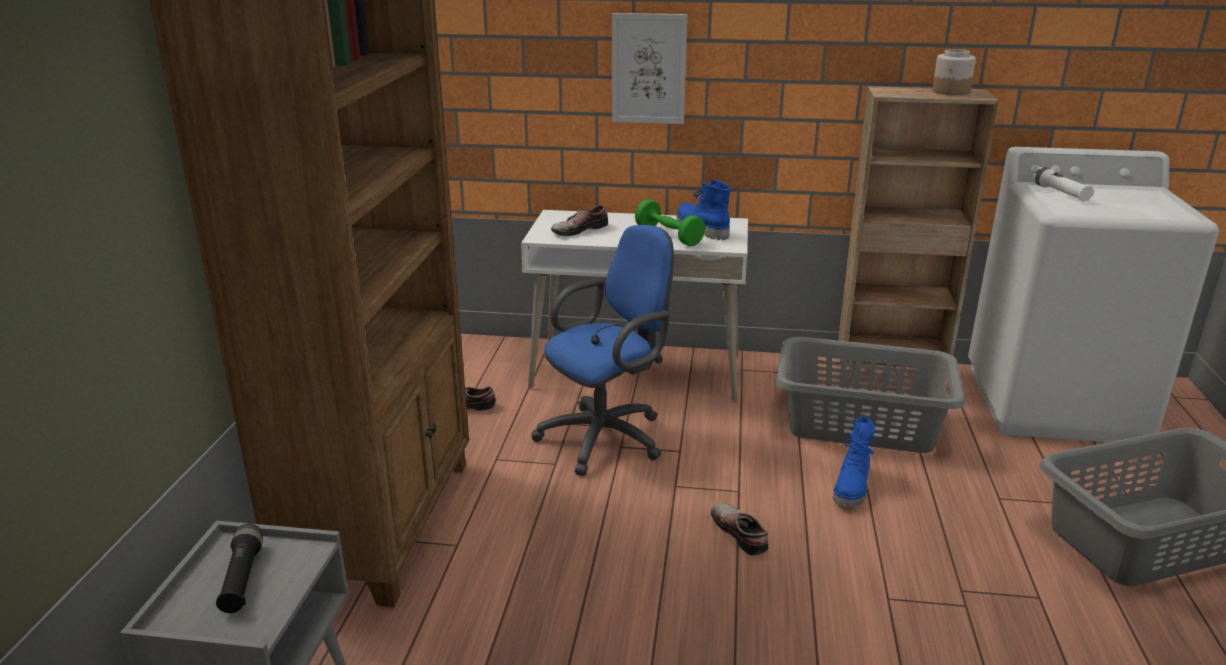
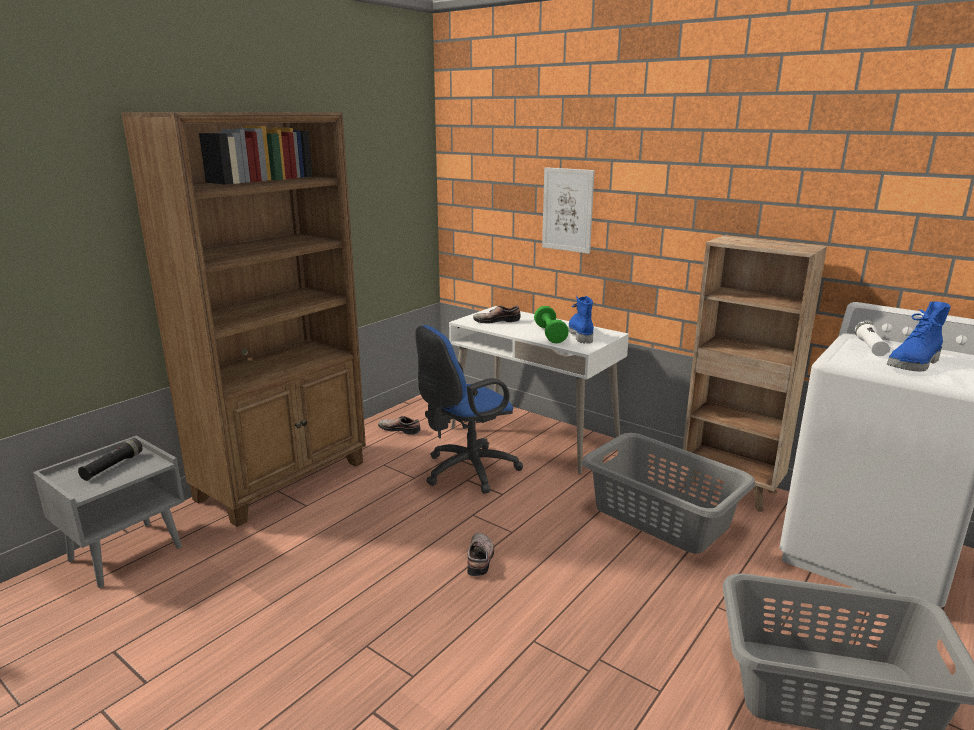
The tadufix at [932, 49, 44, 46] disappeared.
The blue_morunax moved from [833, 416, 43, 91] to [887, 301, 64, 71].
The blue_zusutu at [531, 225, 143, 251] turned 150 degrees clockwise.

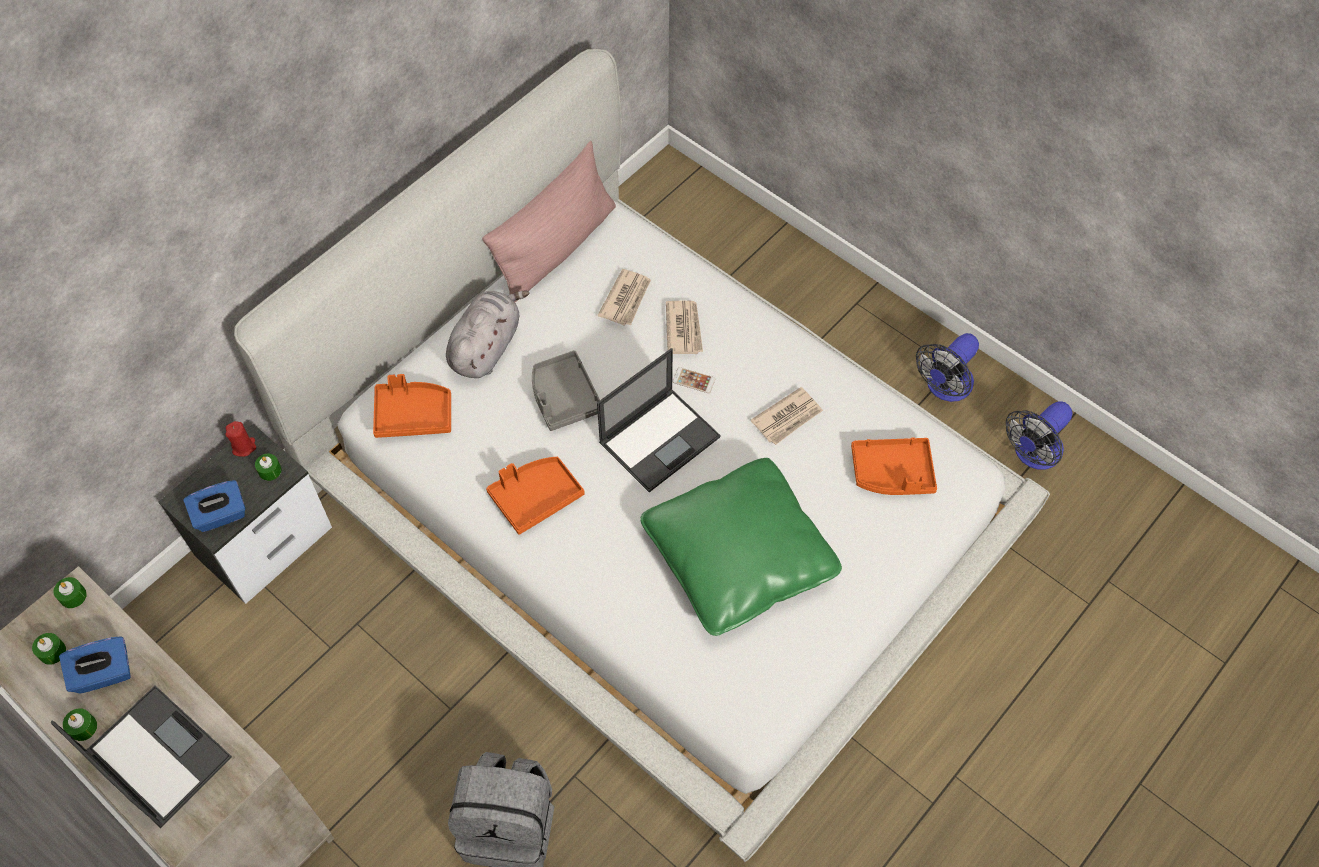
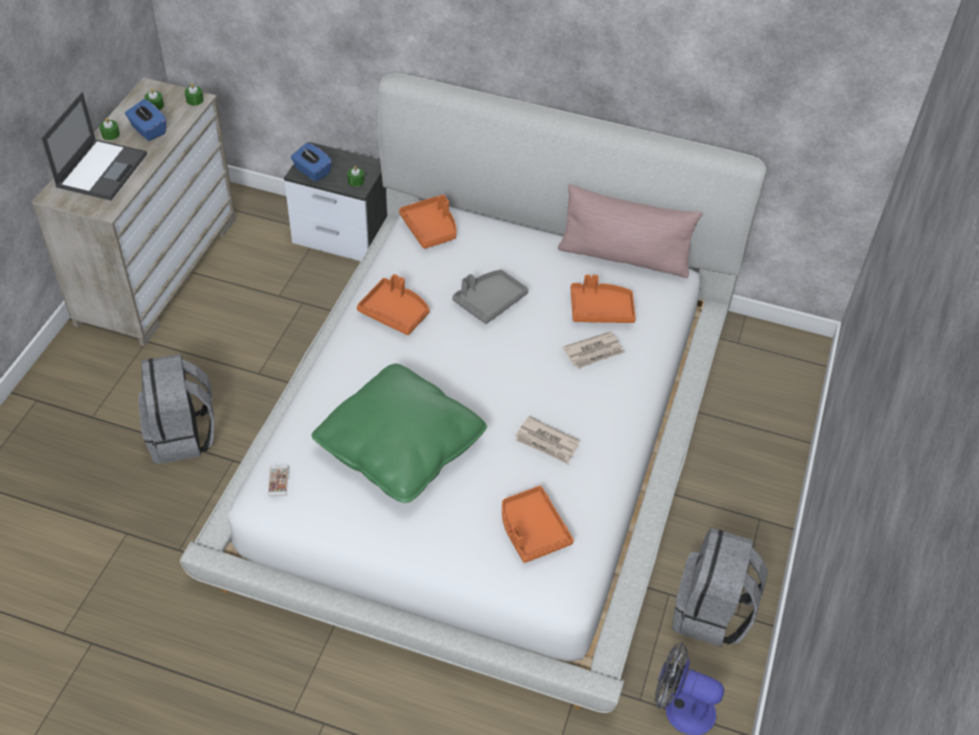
The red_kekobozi at [225, 421, 31, 36] disappeared.
The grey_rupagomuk at [446, 290, 84, 88] disappeared.
The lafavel at [597, 348, 123, 144] disappeared.
The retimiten moved from [672, 367, 43, 26] to [268, 465, 21, 31].
The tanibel at [598, 269, 53, 56] was replaced by the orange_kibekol at [570, 275, 66, 48].
The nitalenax at [916, 333, 63, 69] was replaced by the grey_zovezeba at [672, 528, 96, 119].

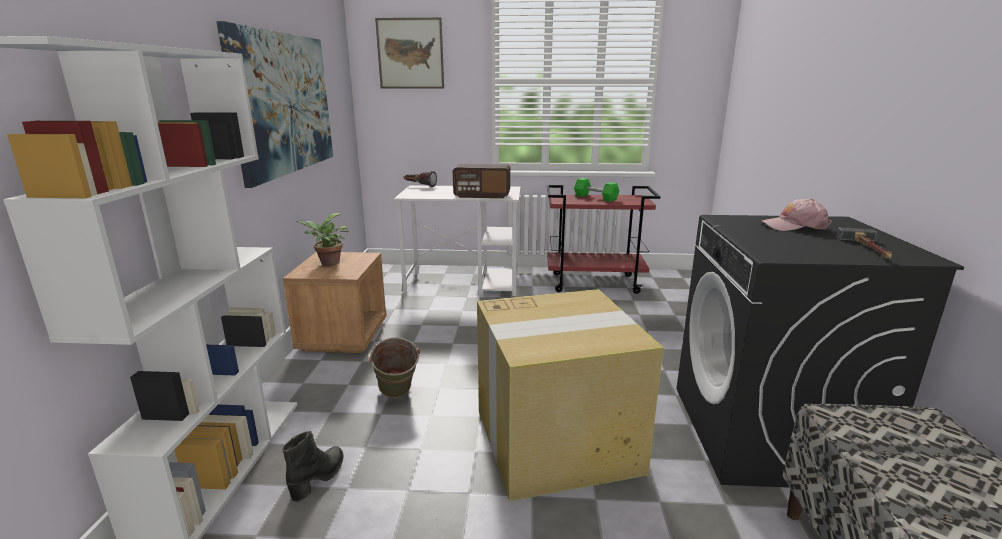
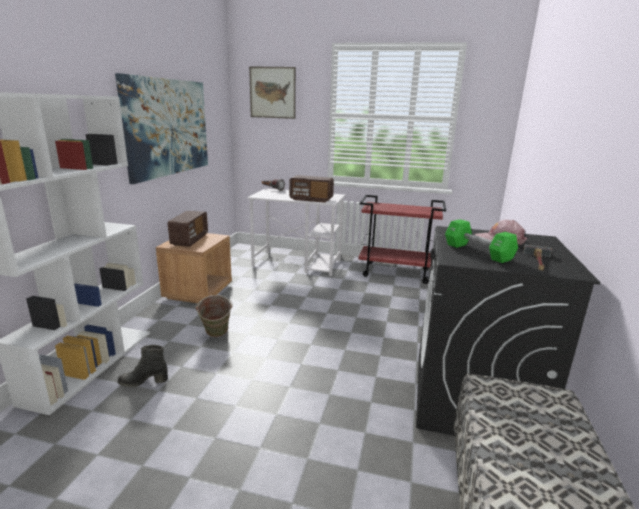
The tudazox at [477, 289, 187, 212] disappeared.
The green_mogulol moved from [574, 178, 45, 24] to [445, 219, 73, 44].
The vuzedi at [296, 213, 53, 53] was replaced by the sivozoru at [168, 211, 40, 35].
The black_morunax at [282, 431, 61, 71] turned 135 degrees counterclockwise.

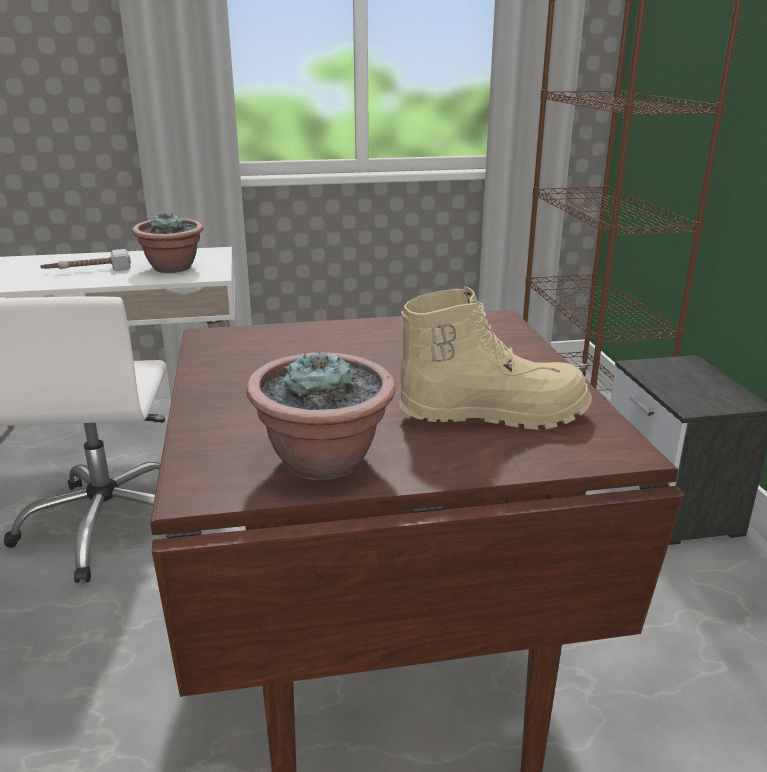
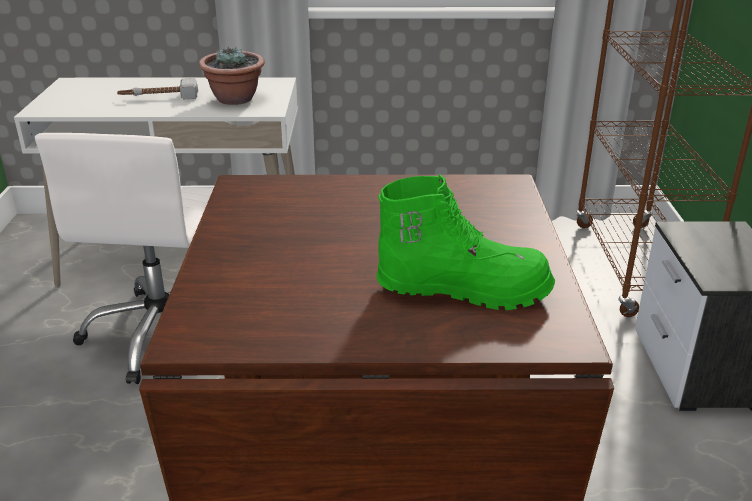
The vuzedi at [246, 349, 149, 131] disappeared.
The beige_morunax at [399, 286, 193, 144] became the green_morunax at [377, 174, 178, 136].

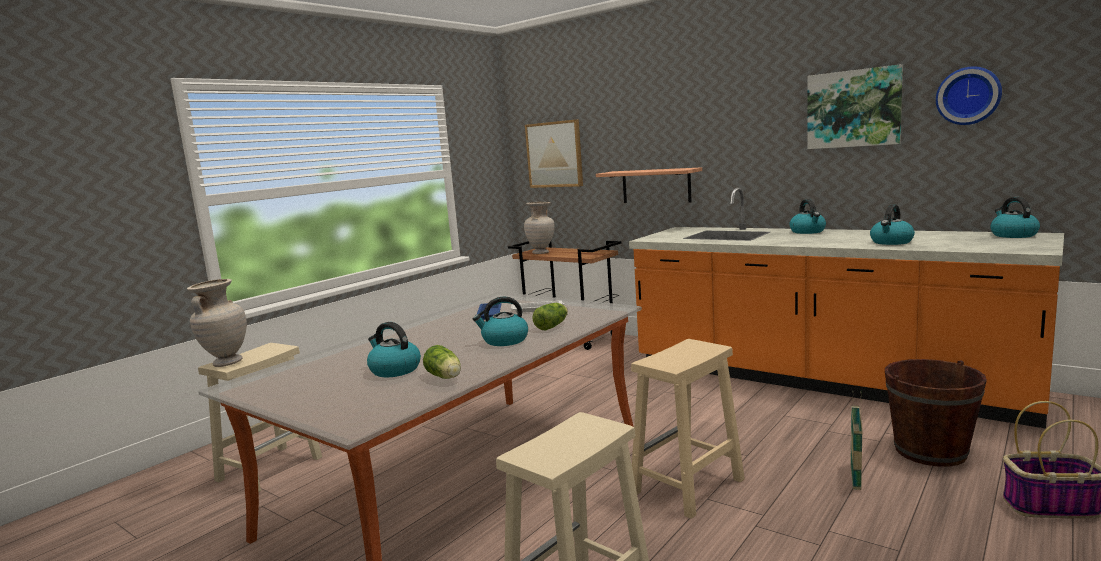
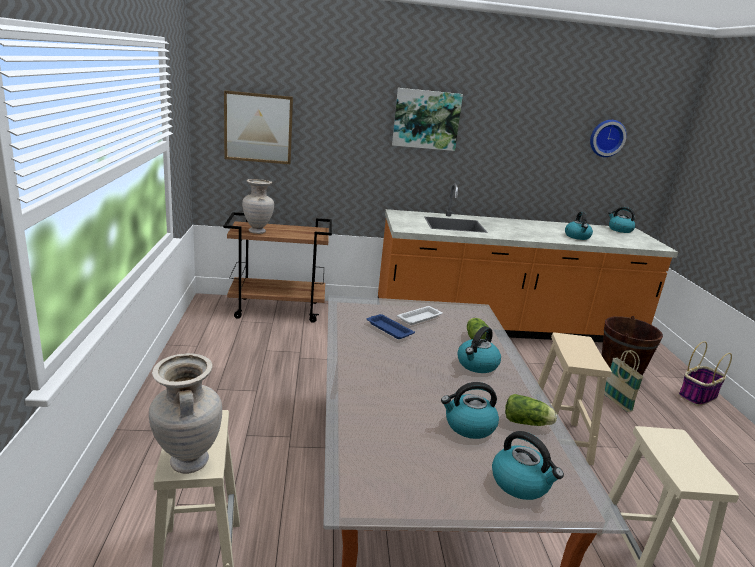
The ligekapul at [596, 167, 106, 36] disappeared.
The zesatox moved from [790, 199, 36, 35] to [492, 431, 72, 69].
The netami moved from [807, 64, 96, 85] to [392, 88, 71, 63].

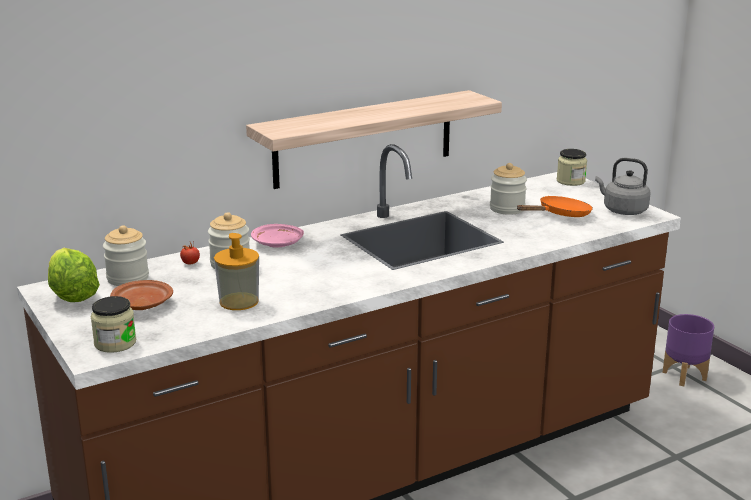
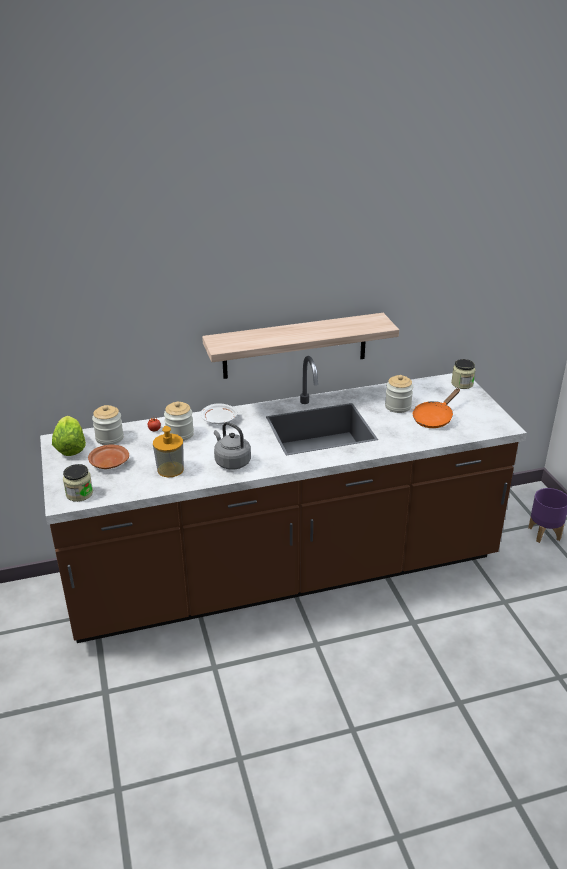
The grey_zesatox moved from [595, 158, 56, 57] to [214, 422, 37, 48].
The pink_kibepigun at [251, 224, 53, 24] became the white_kibepigun at [201, 403, 37, 21].
The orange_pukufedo at [517, 196, 76, 21] turned 150 degrees clockwise.

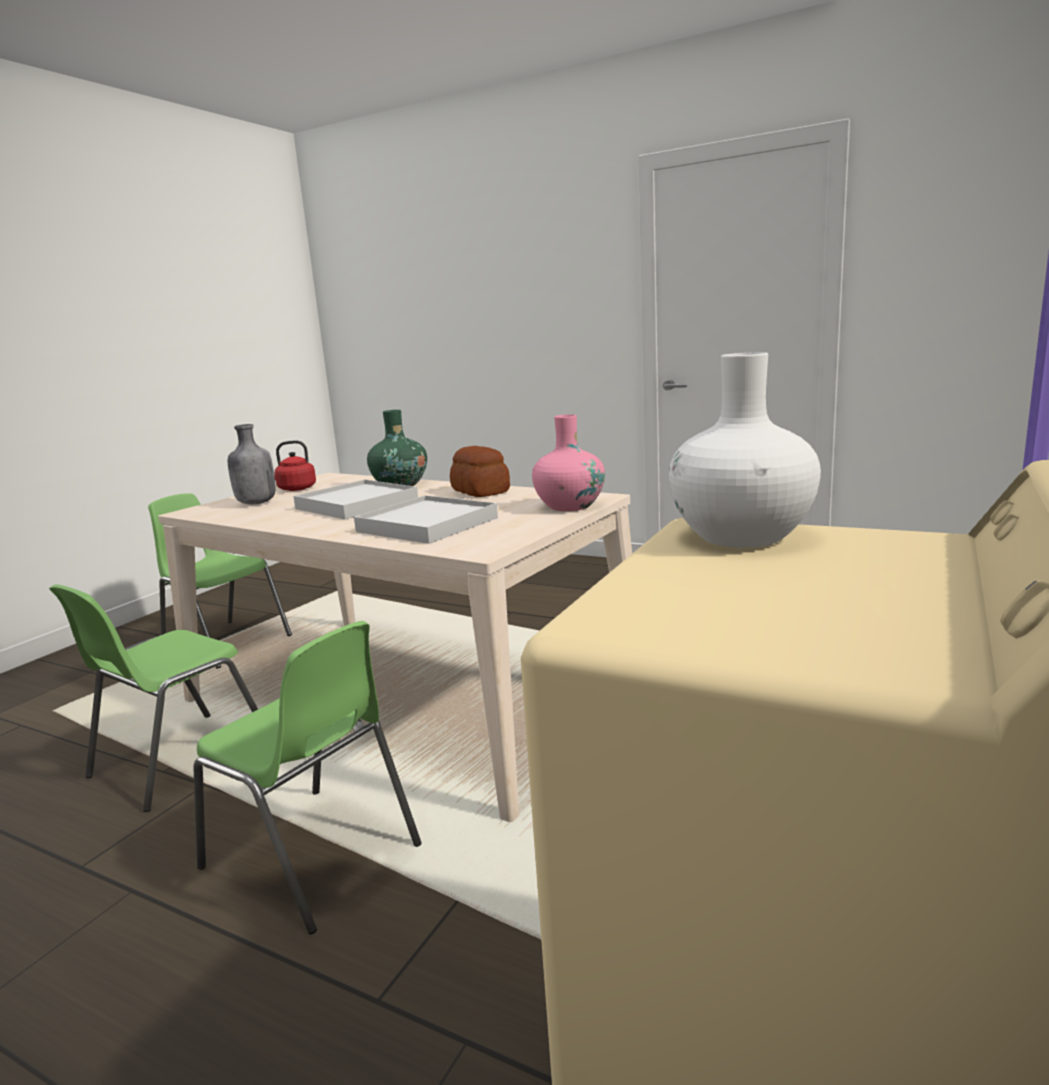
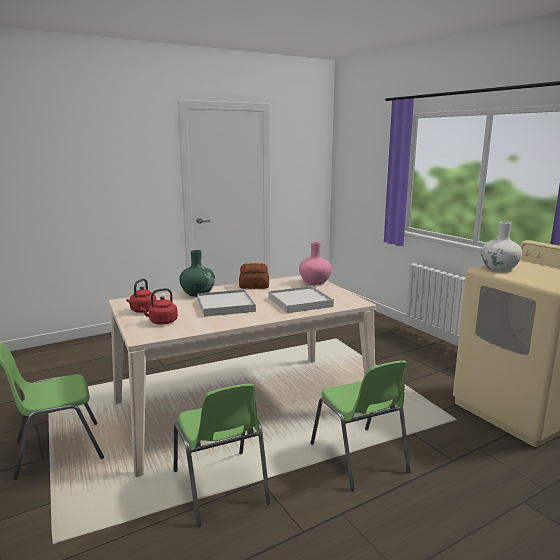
The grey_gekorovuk at [228, 424, 47, 81] was replaced by the red_zesatox at [140, 288, 38, 37].
The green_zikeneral at [193, 621, 228, 313] turned 90 degrees clockwise.

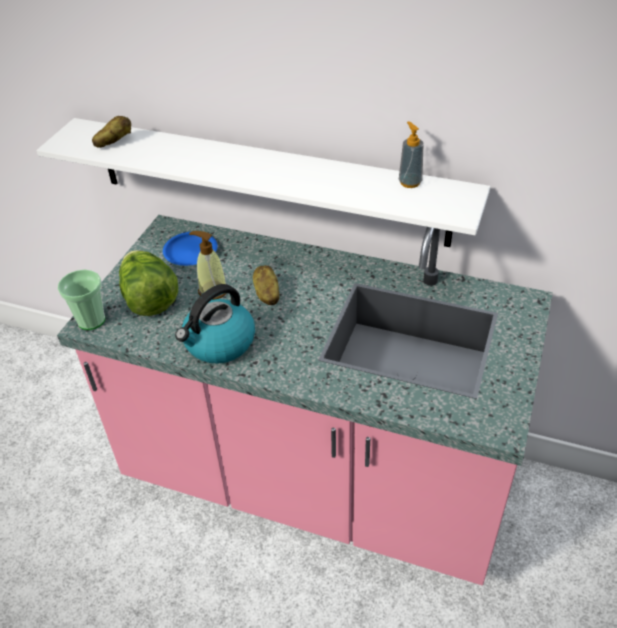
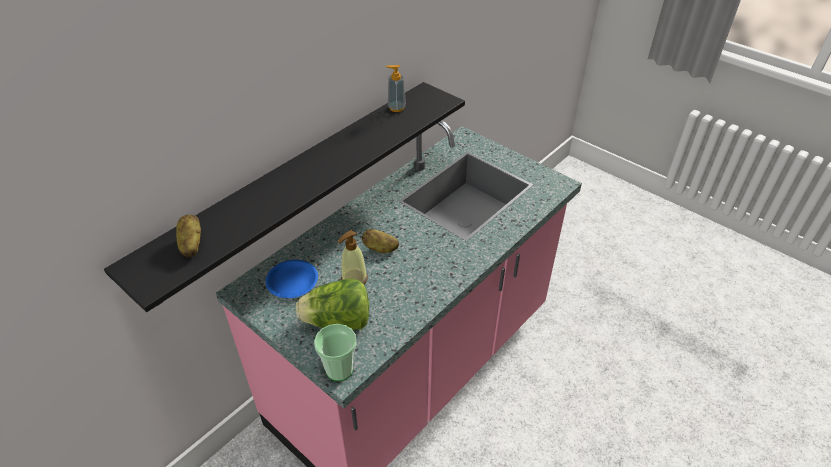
The zesatox at [175, 284, 80, 79] disappeared.
The white_ligekapul at [36, 118, 454, 129] became the black_ligekapul at [104, 82, 361, 230].

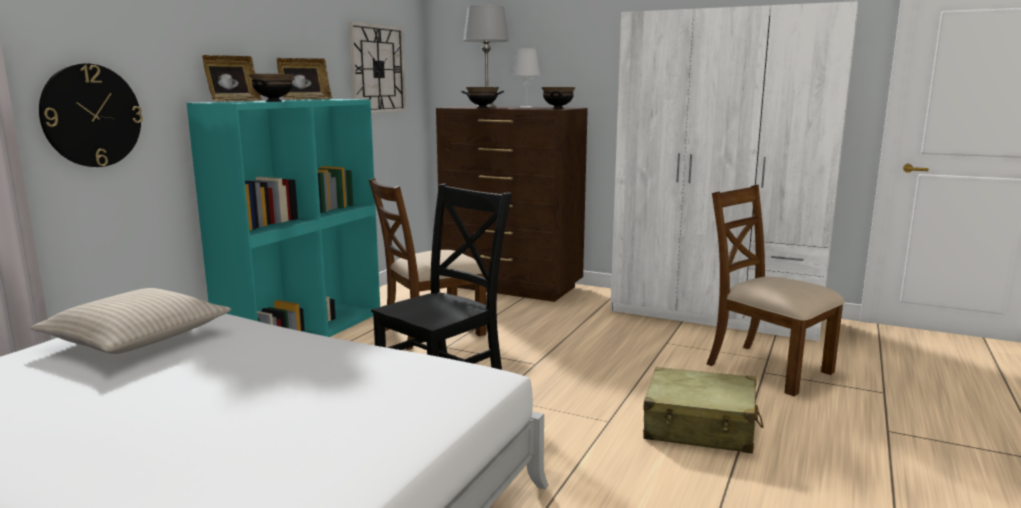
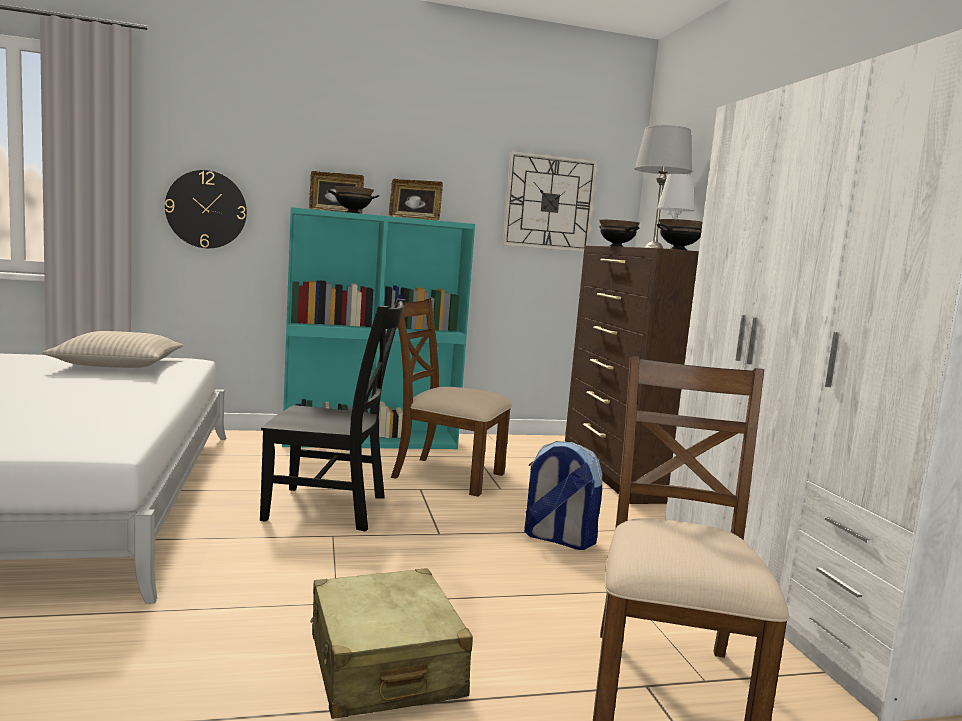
The zovezeba at [524, 441, 78, 109] appeared.

